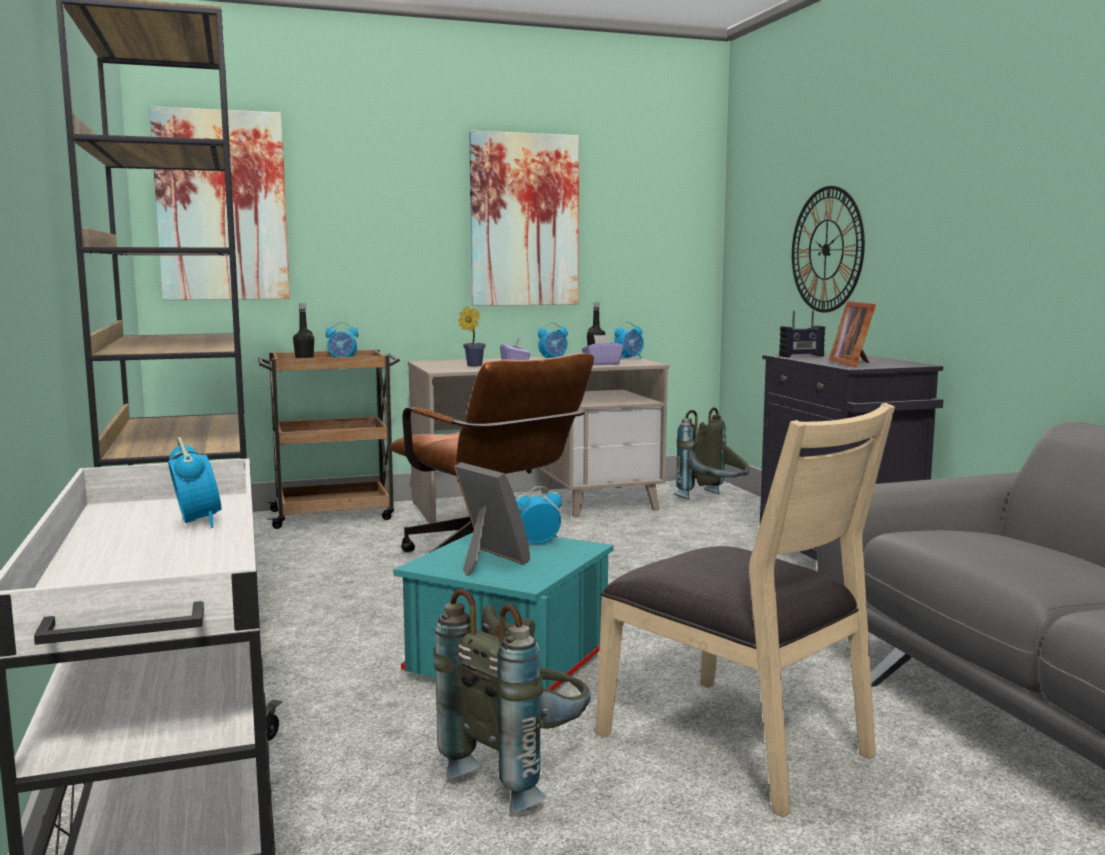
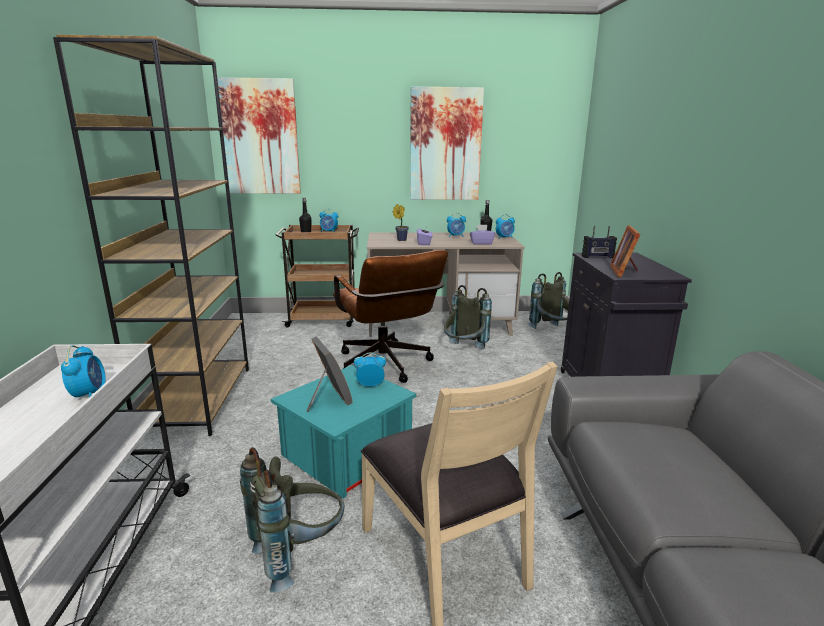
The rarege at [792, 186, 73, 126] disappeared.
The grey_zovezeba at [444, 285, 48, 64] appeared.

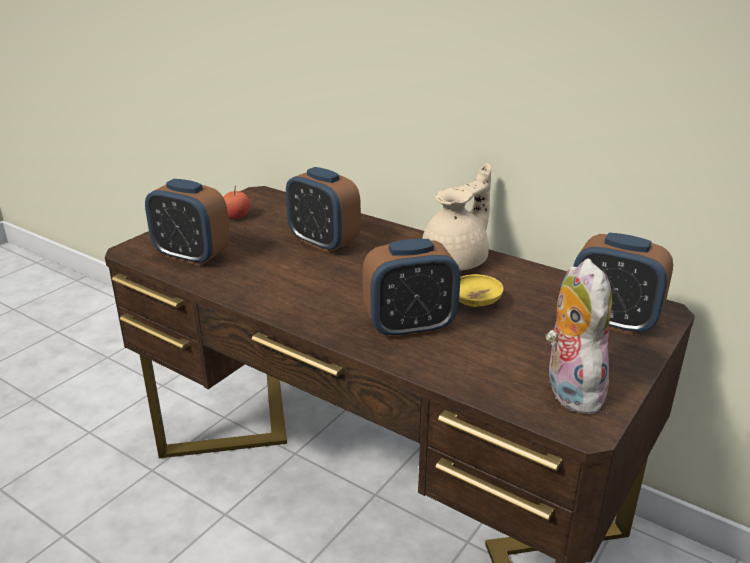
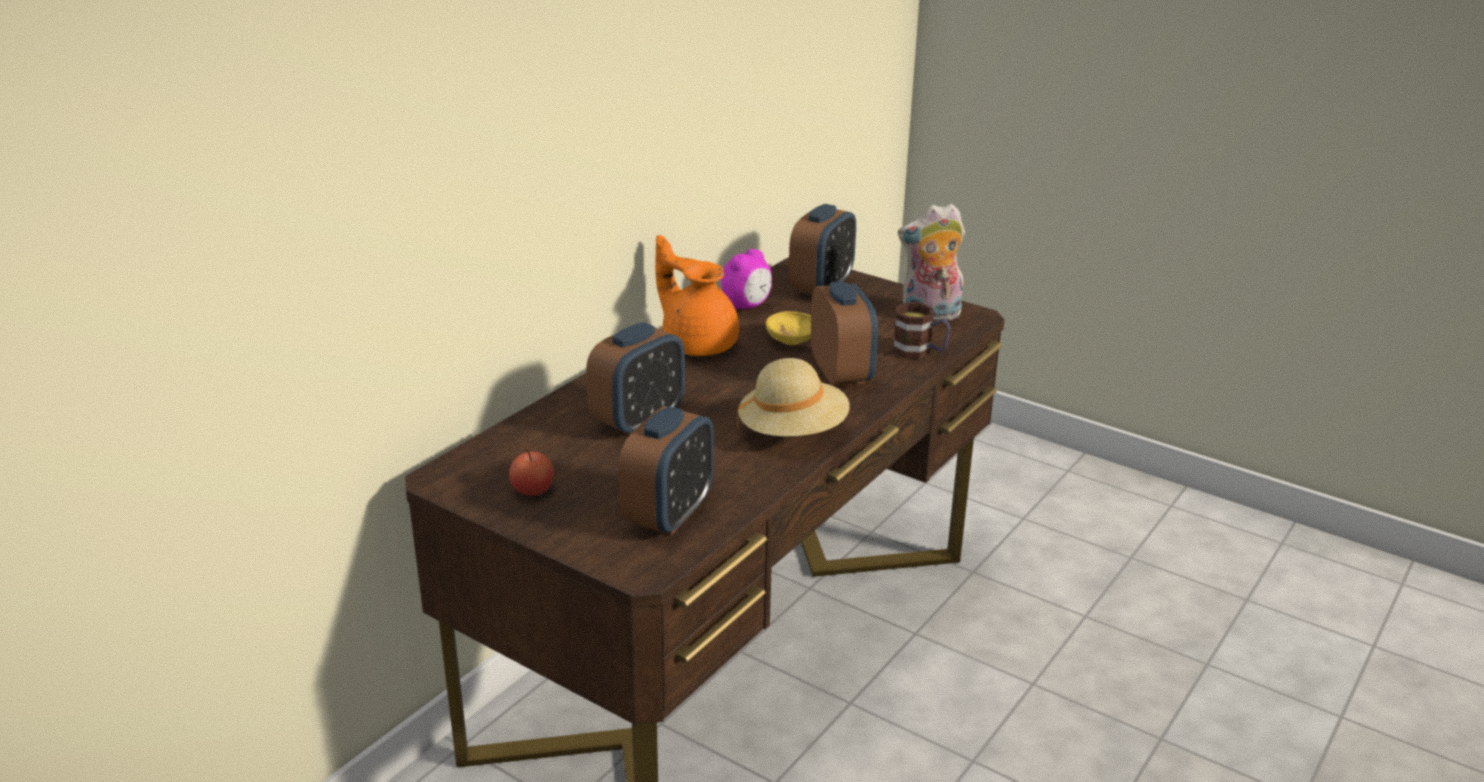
The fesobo at [721, 249, 51, 61] appeared.
The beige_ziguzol at [737, 358, 113, 79] appeared.
The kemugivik at [893, 302, 57, 57] appeared.
The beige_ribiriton at [422, 163, 69, 108] became the orange_ribiriton at [655, 235, 84, 121].

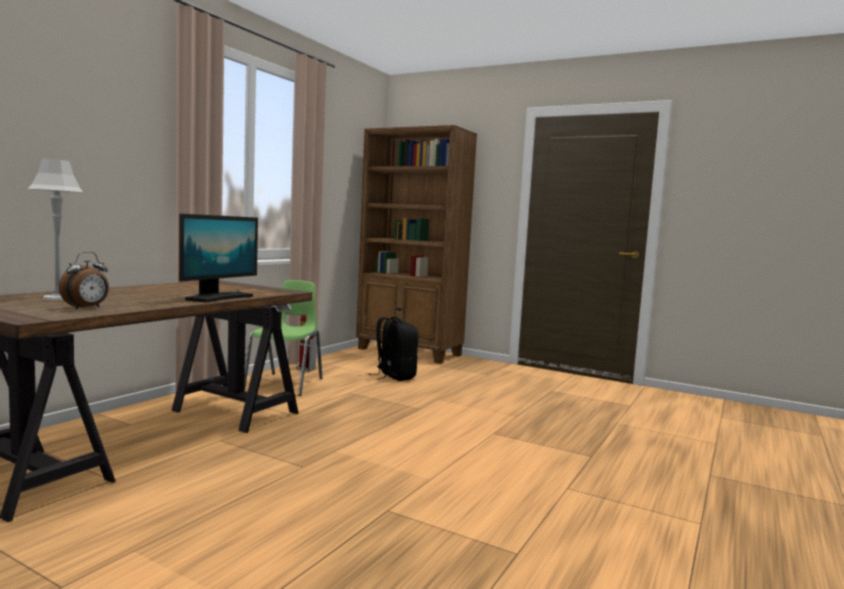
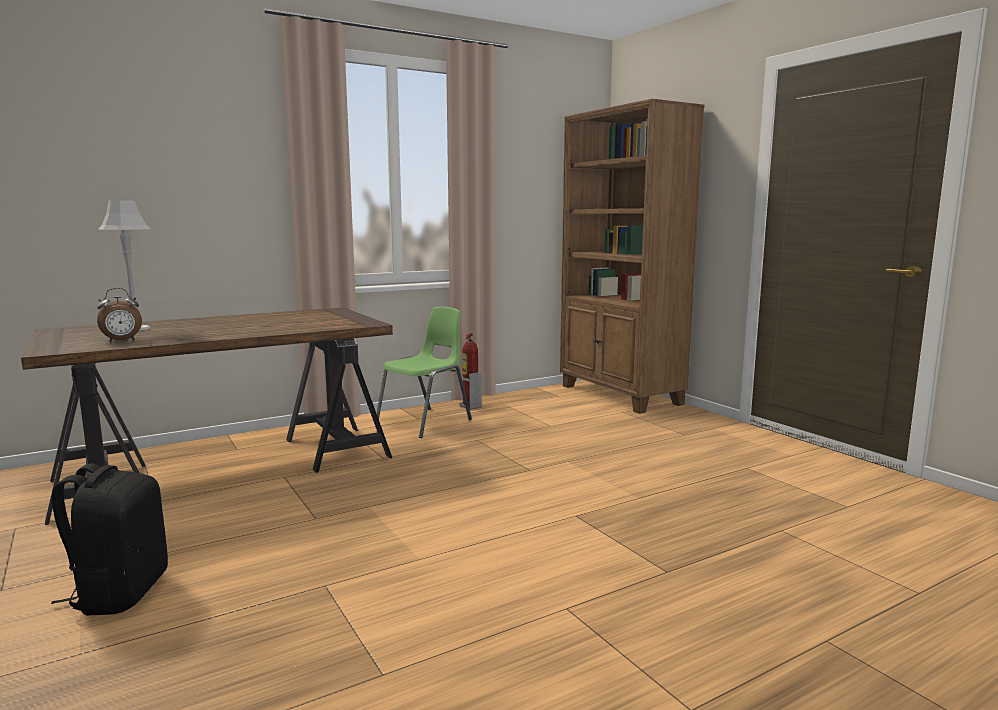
The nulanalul at [179, 214, 79, 89] disappeared.
The black_zovezeba moved from [369, 317, 49, 64] to [51, 464, 117, 152].

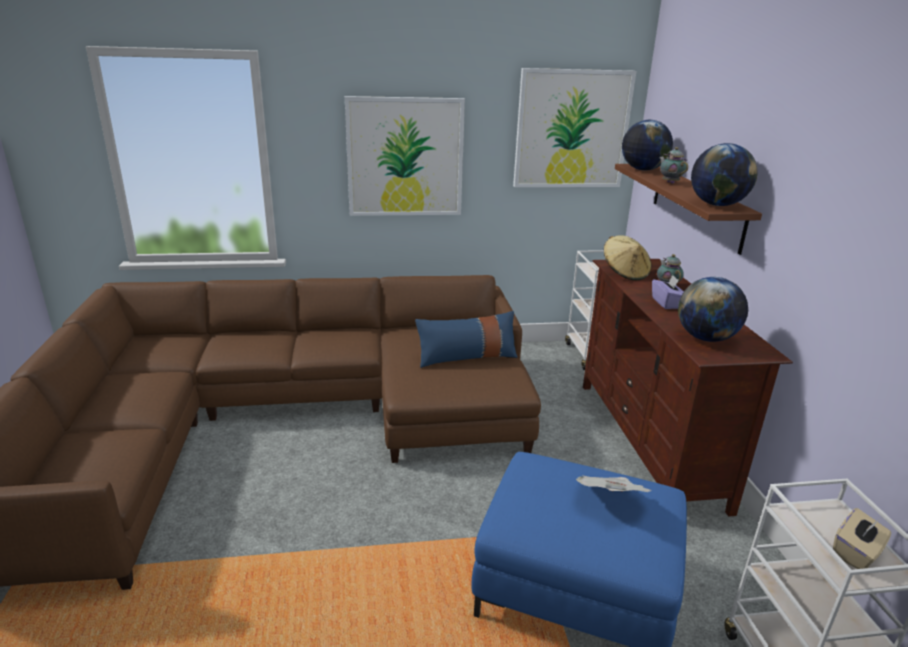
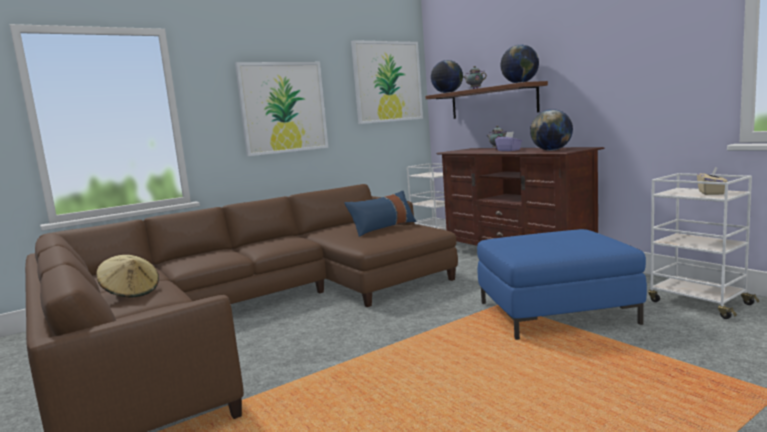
The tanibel at [576, 475, 76, 17] disappeared.
The beige_ziguzol moved from [604, 235, 48, 45] to [96, 255, 63, 43].

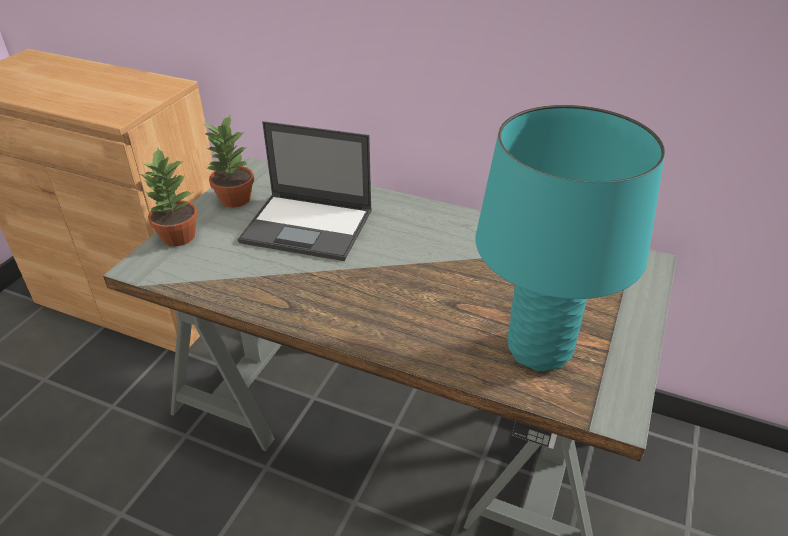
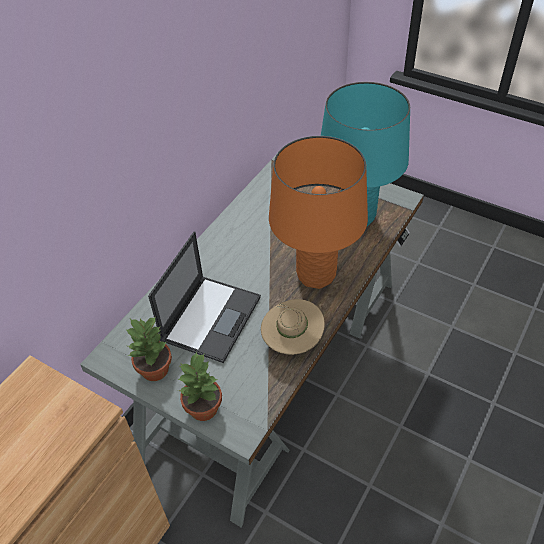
The beige_ziguzol at [261, 299, 64, 56] appeared.
The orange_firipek at [269, 136, 99, 153] appeared.

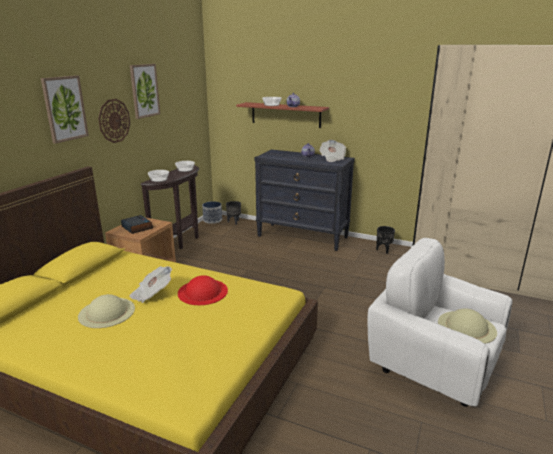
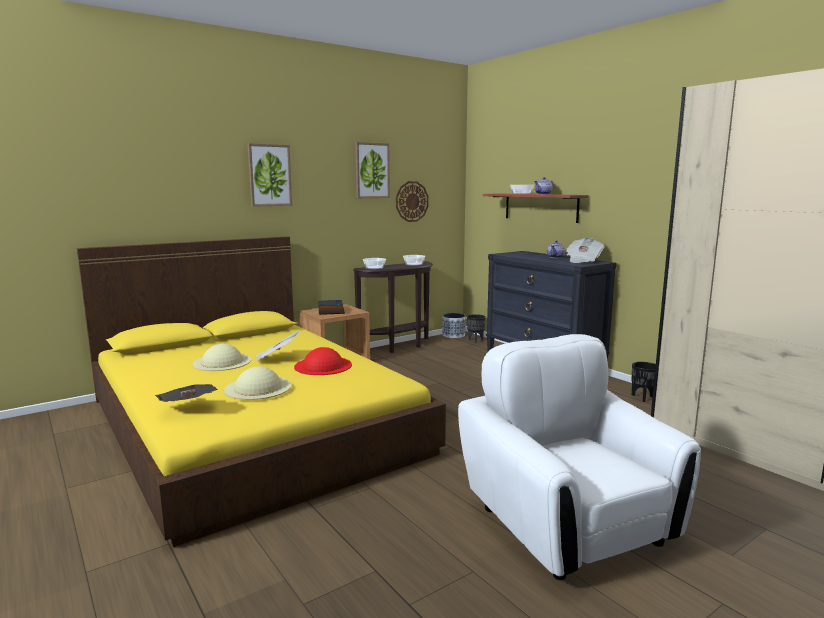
The tanibel at [155, 384, 62, 18] appeared.
The rarege moved from [98, 99, 32, 44] to [396, 181, 33, 41].
The beige_ziguzol moved from [438, 308, 59, 36] to [224, 366, 67, 34].

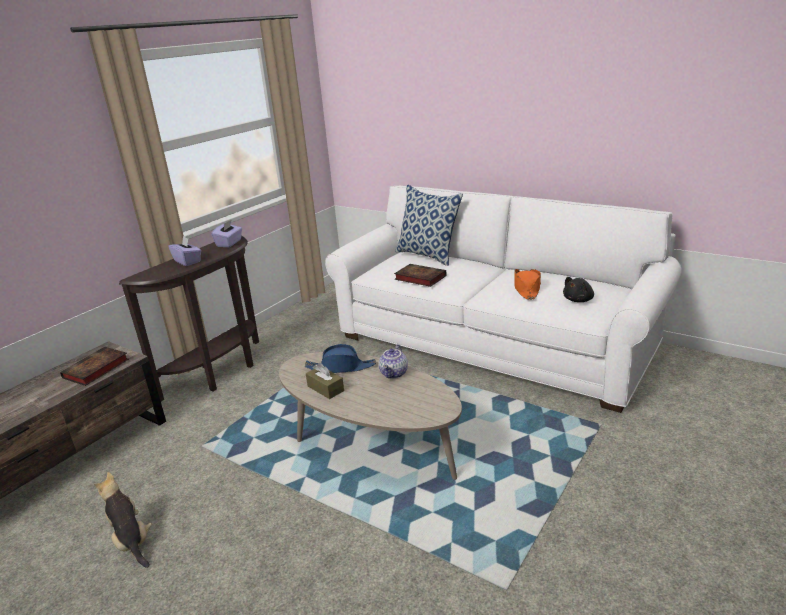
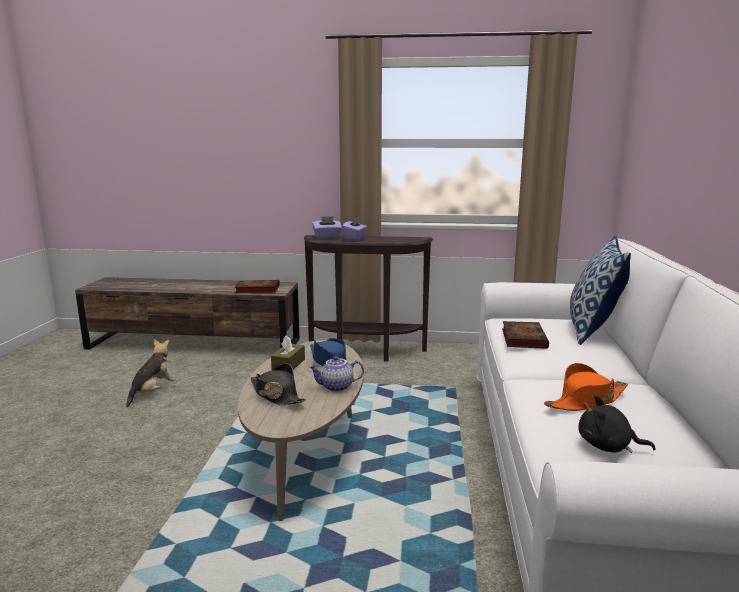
The black_ziguzol at [250, 363, 56, 43] appeared.
The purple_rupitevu moved from [211, 220, 31, 27] to [312, 216, 30, 23].

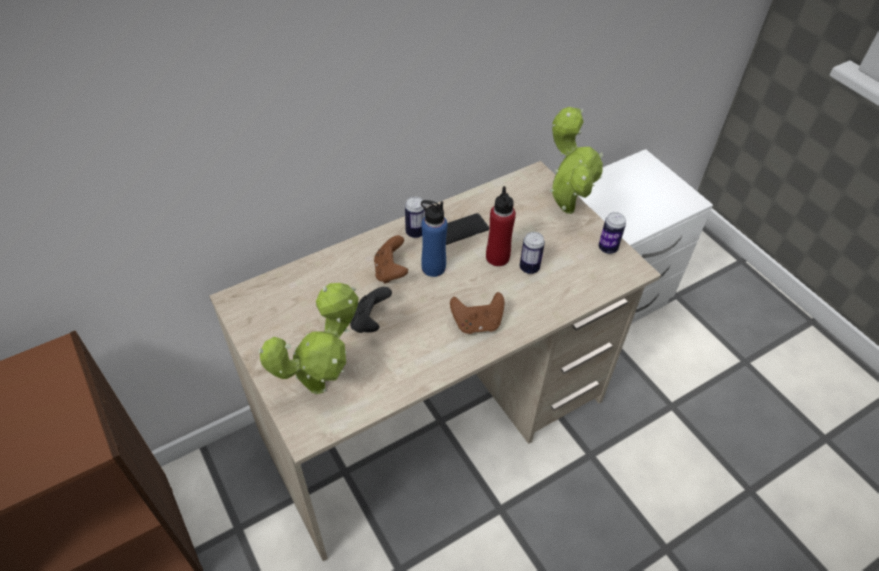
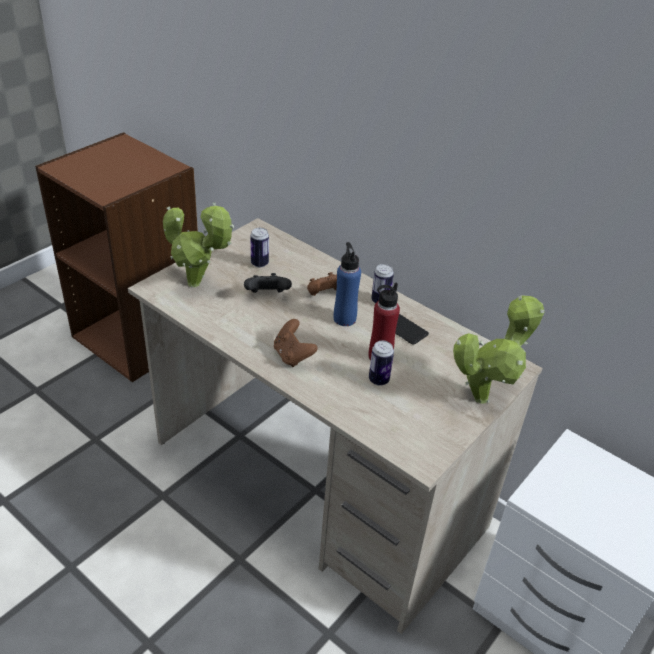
The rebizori moved from [599, 212, 27, 42] to [251, 228, 18, 40].

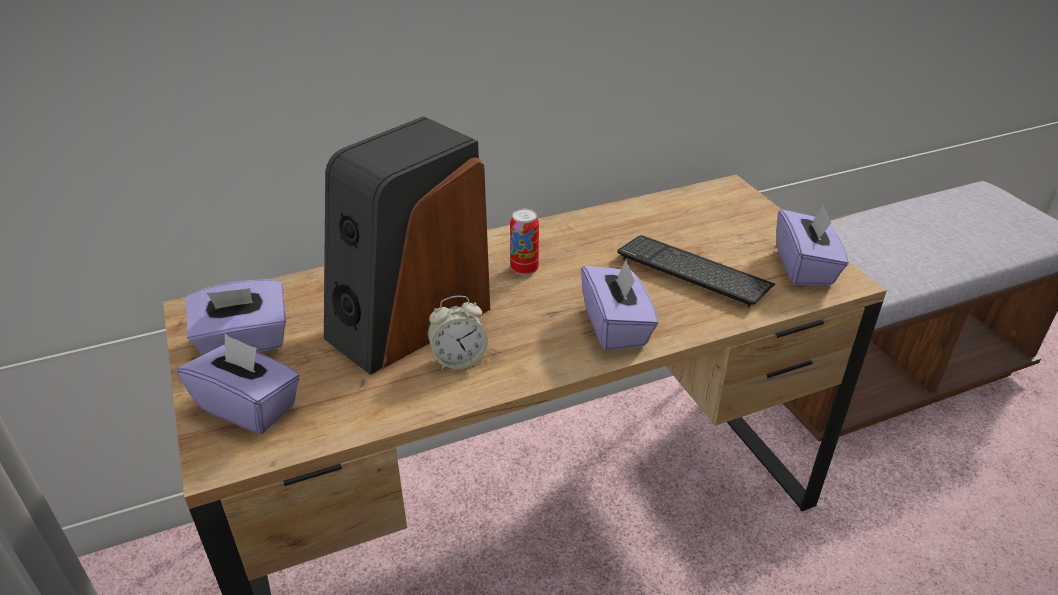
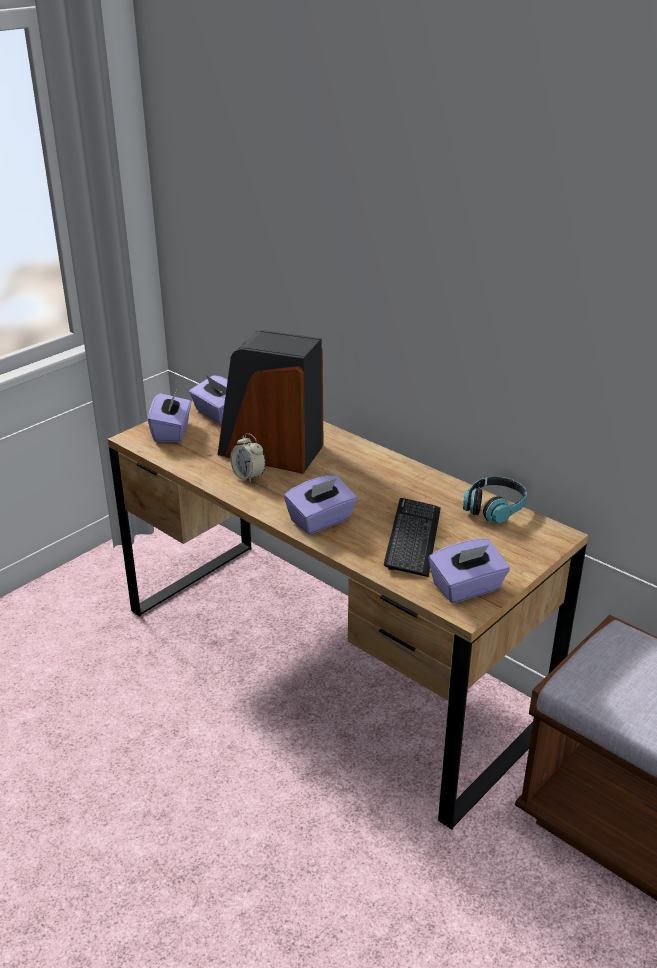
The rebizori at [510, 209, 29, 67] disappeared.
The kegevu at [463, 476, 64, 47] appeared.

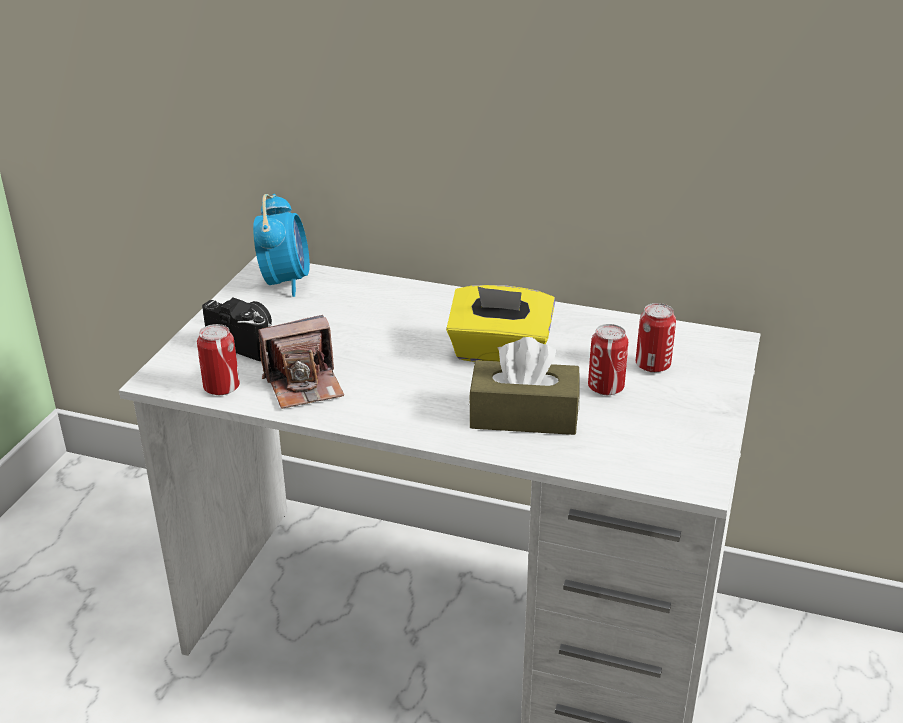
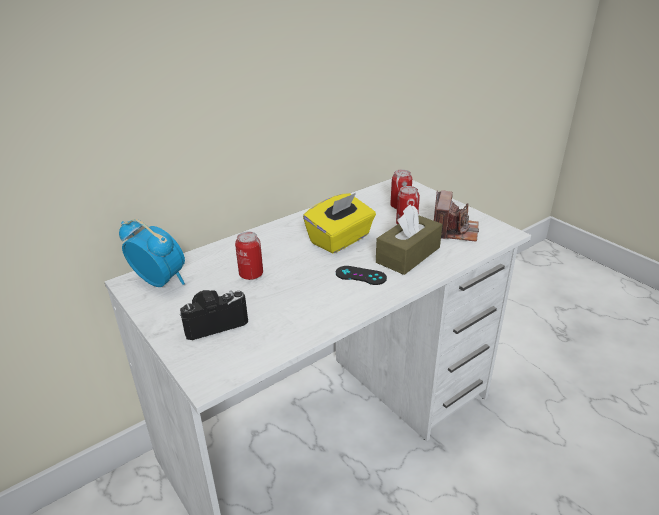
The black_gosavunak at [336, 266, 51, 19] appeared.
The rebizori moved from [197, 324, 43, 71] to [235, 232, 28, 48].
The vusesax moved from [258, 315, 86, 94] to [434, 190, 45, 52].

